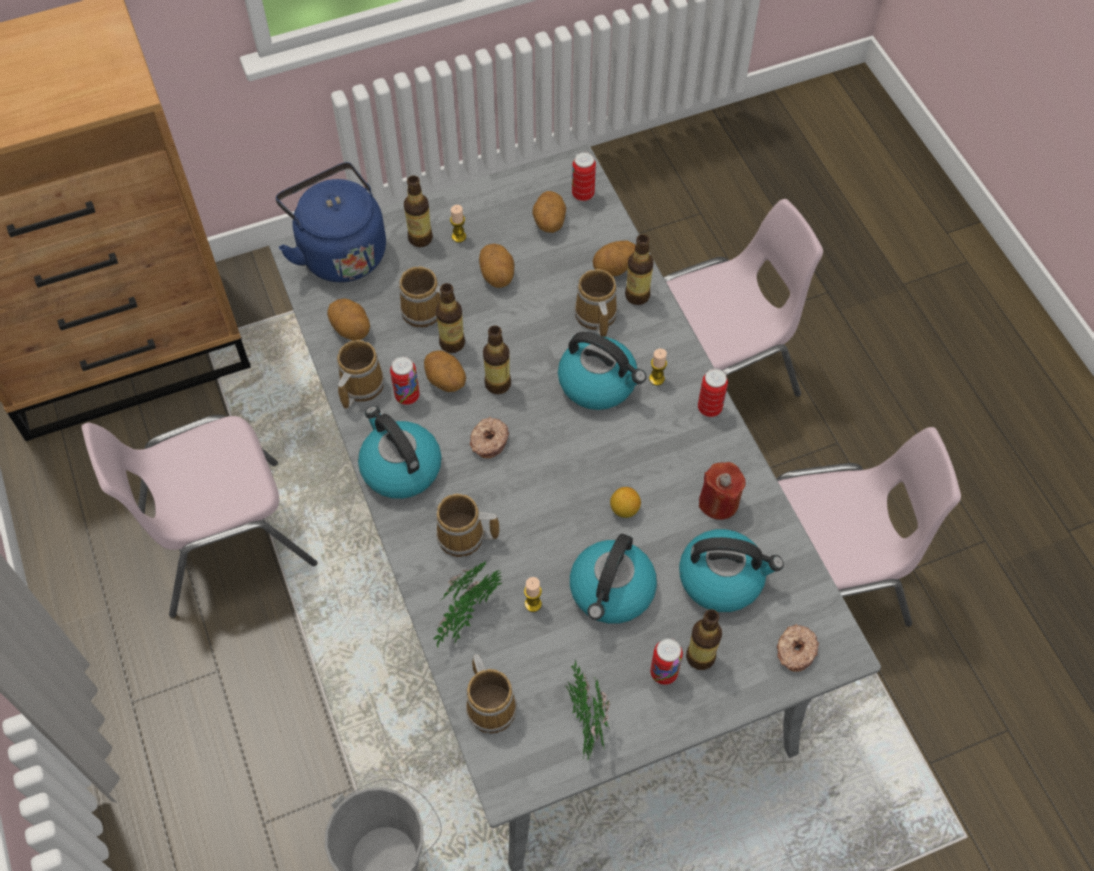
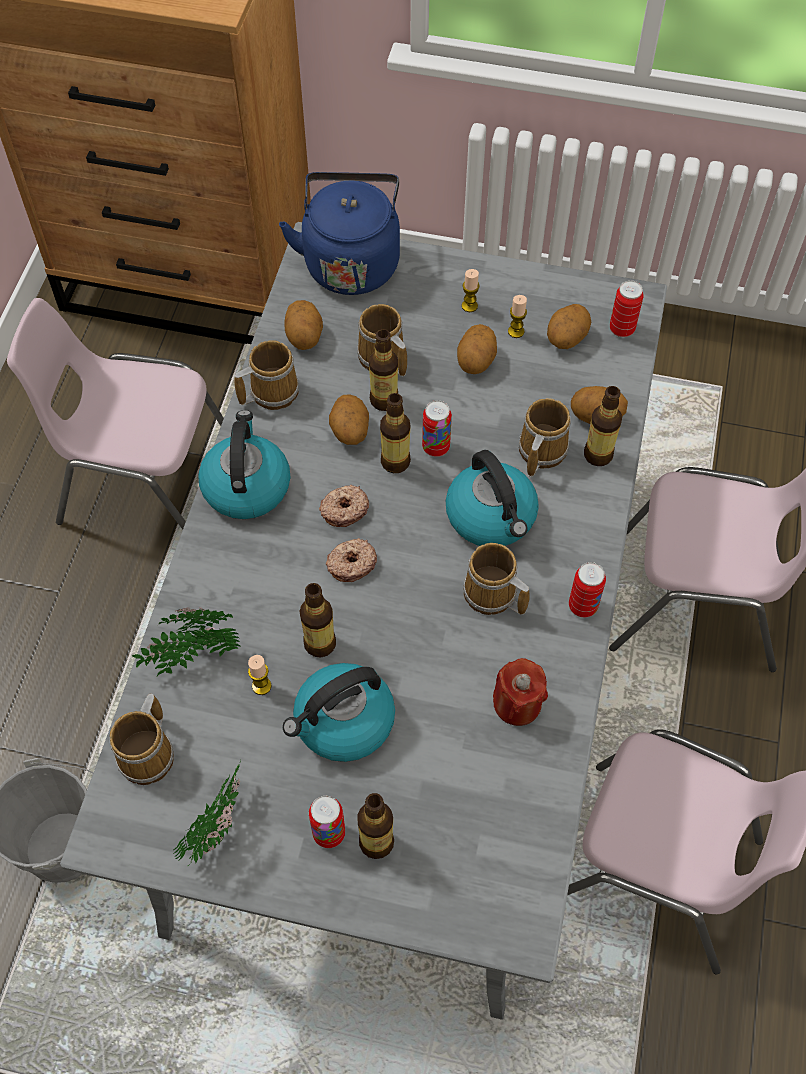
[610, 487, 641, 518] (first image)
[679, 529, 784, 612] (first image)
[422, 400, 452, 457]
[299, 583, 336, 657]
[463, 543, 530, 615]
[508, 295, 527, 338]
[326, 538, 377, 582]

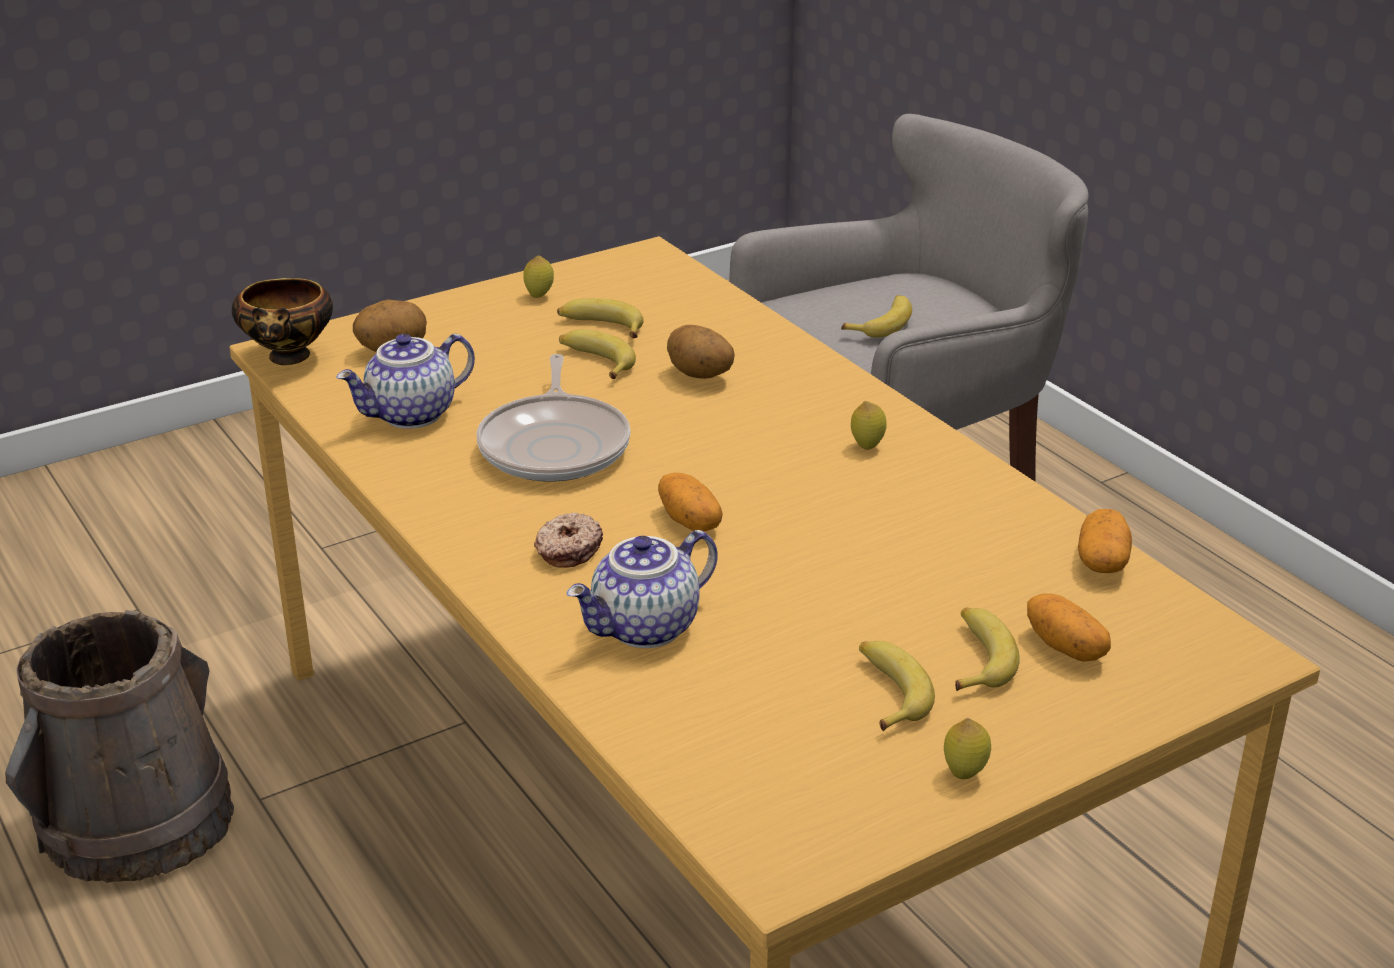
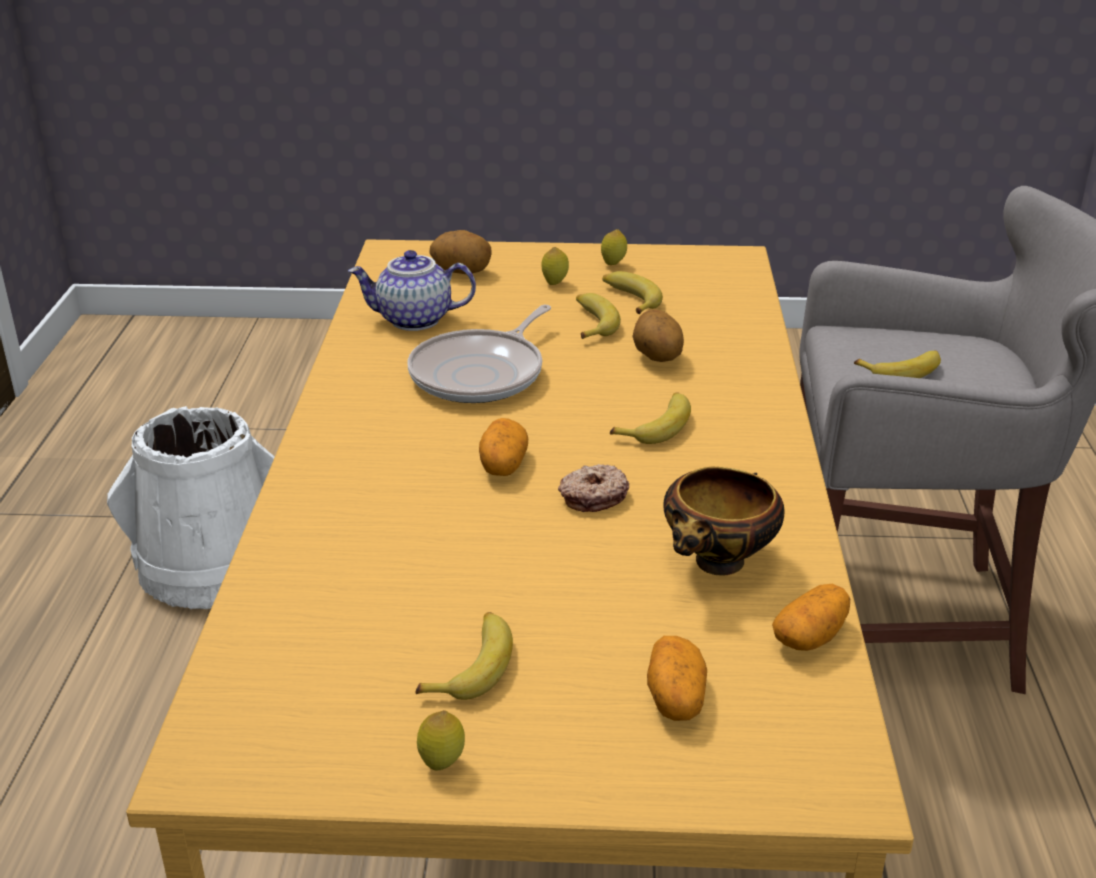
[567, 530, 718, 648] (first image)
[664, 467, 784, 576]
[558, 464, 629, 512]
[541, 247, 569, 285]
[610, 392, 691, 444]
[107, 406, 275, 609]

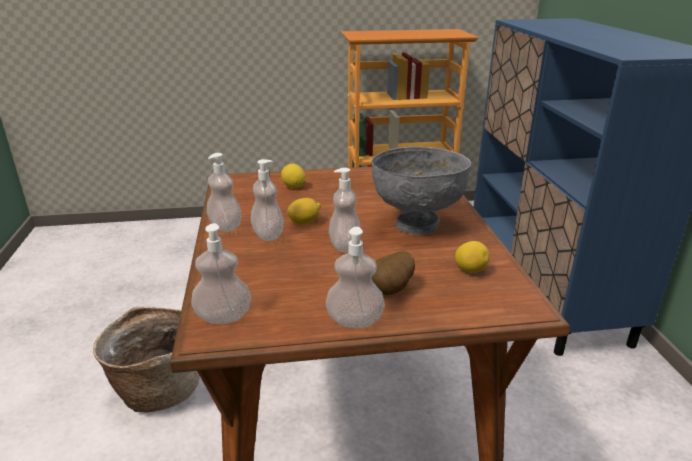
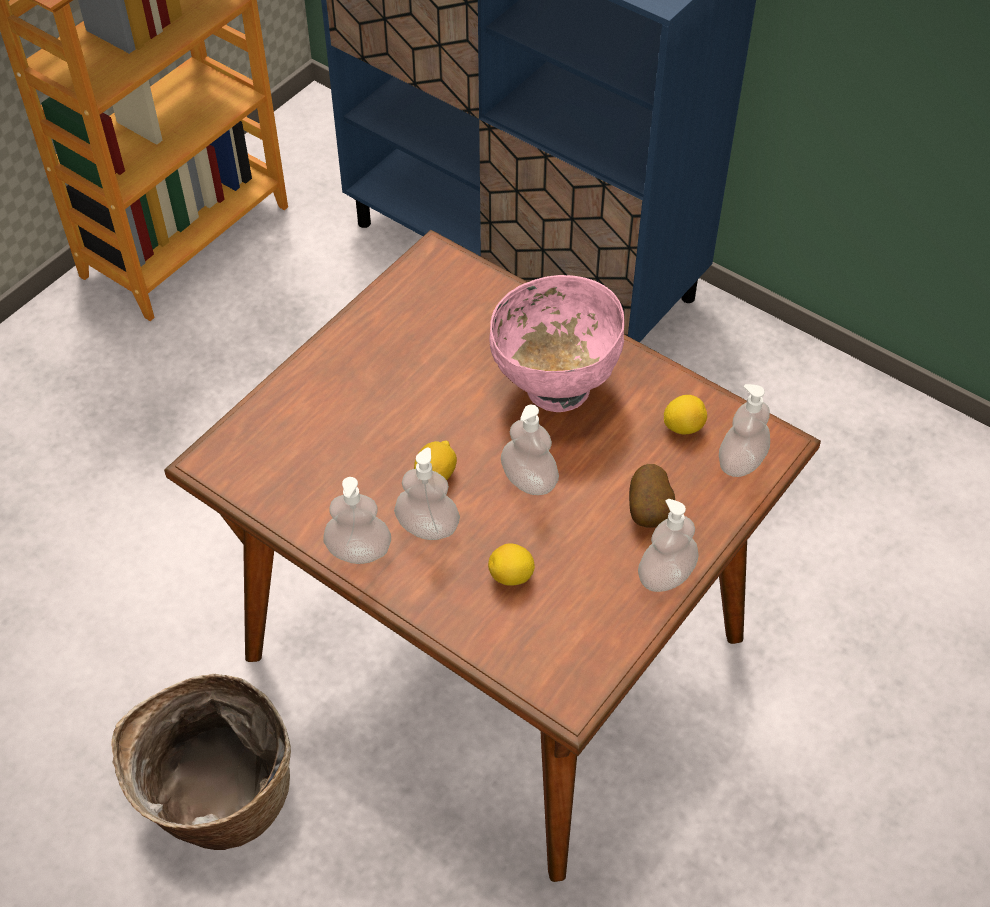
[719, 384, 770, 477]
[488, 543, 535, 586]
[489, 275, 625, 412]

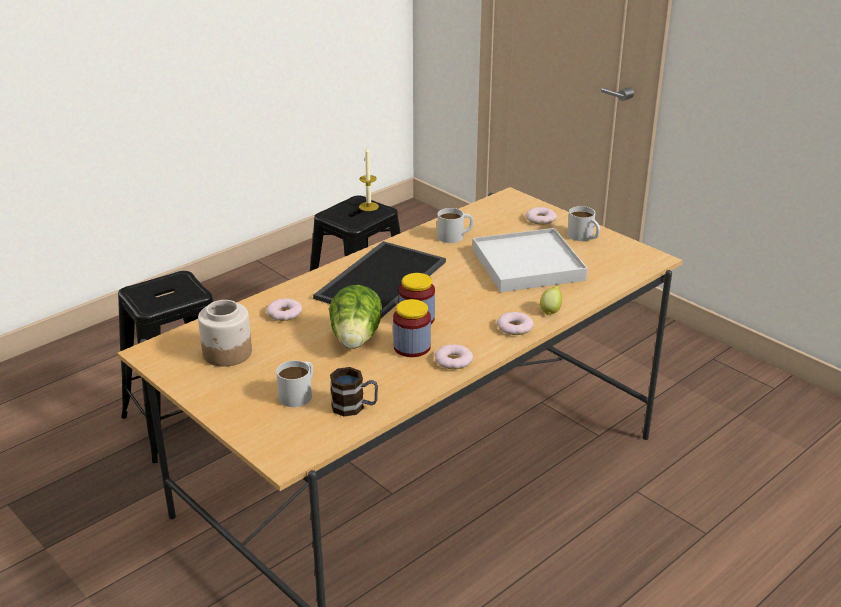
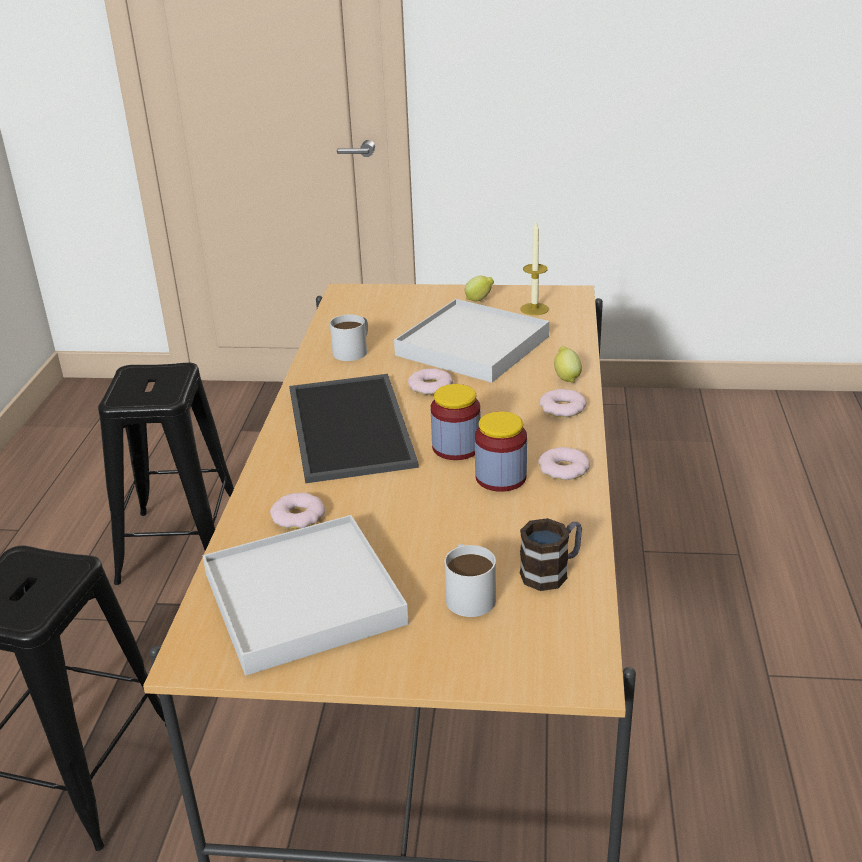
[329, 285, 382, 349] (first image)
[521, 222, 549, 315]
[408, 368, 453, 395]
[203, 515, 409, 676]
[465, 276, 494, 302]

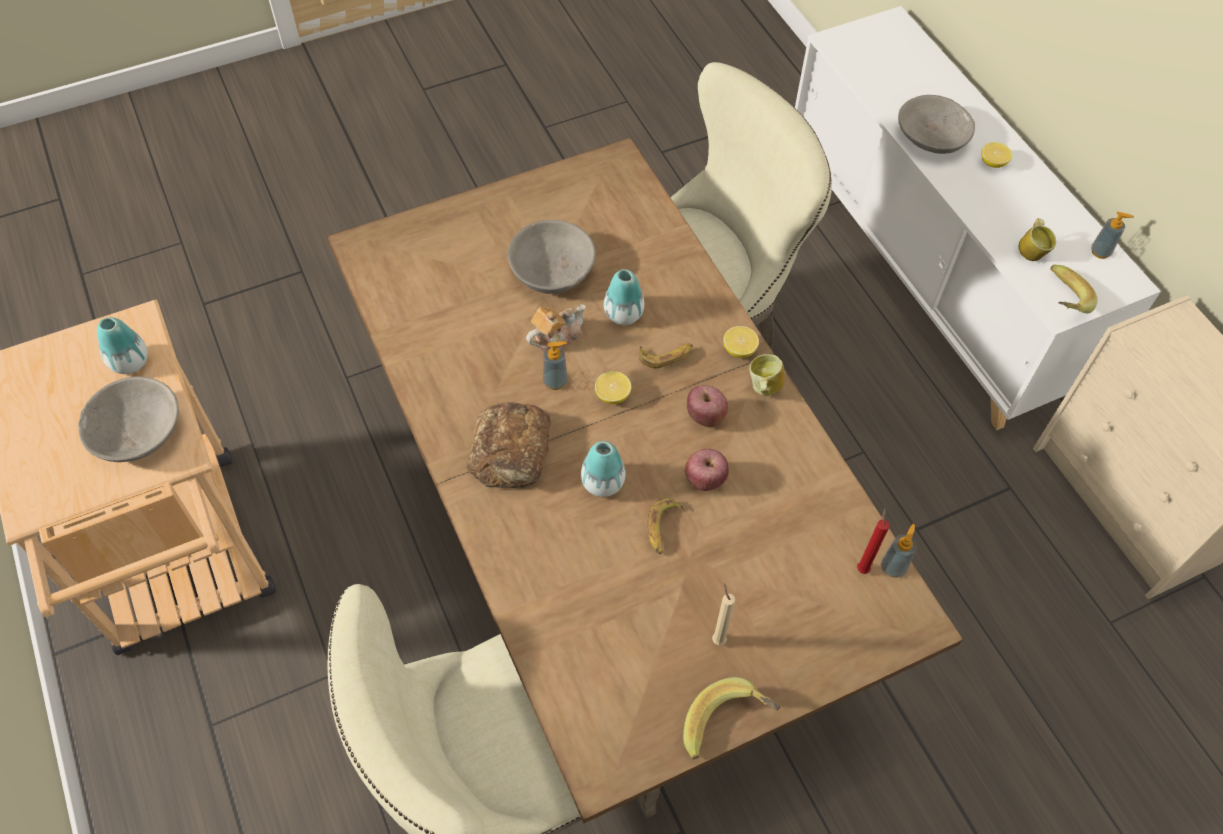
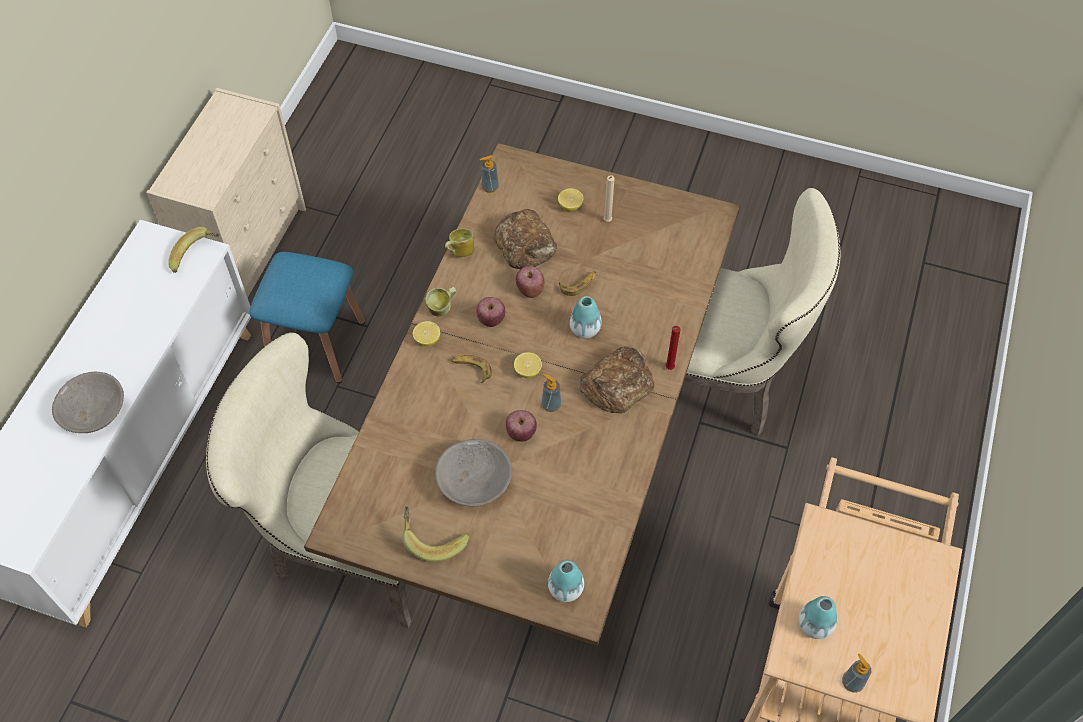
[78, 376, 179, 462] (first image)
[249, 252, 365, 383]
[494, 209, 557, 269]
[548, 560, 584, 602]
[402, 506, 469, 562]
[666, 326, 680, 370]
[558, 188, 584, 211]
[445, 228, 474, 257]
[842, 654, 871, 693]
[506, 410, 537, 442]

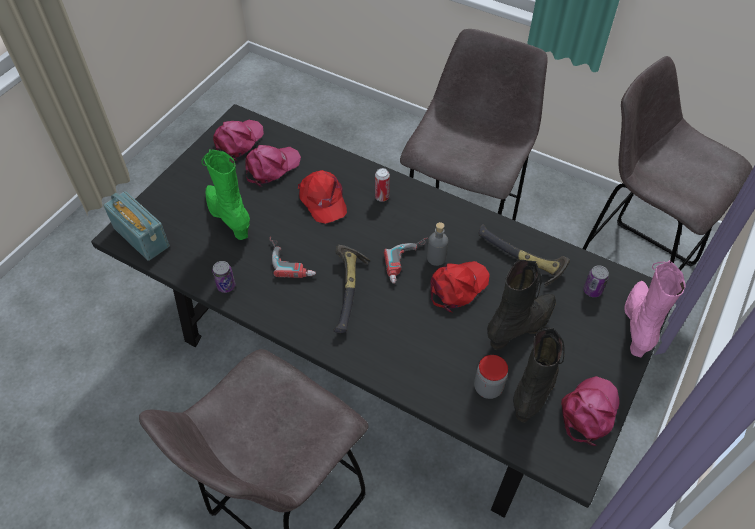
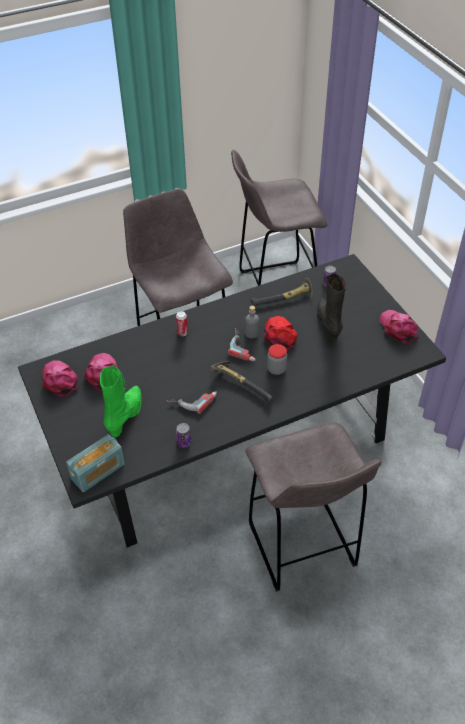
[298, 170, 347, 224] (first image)
[513, 327, 564, 423] (first image)
[625, 260, 686, 357] (first image)
[267, 344, 287, 375]
[66, 434, 125, 492]
[100, 365, 142, 437]

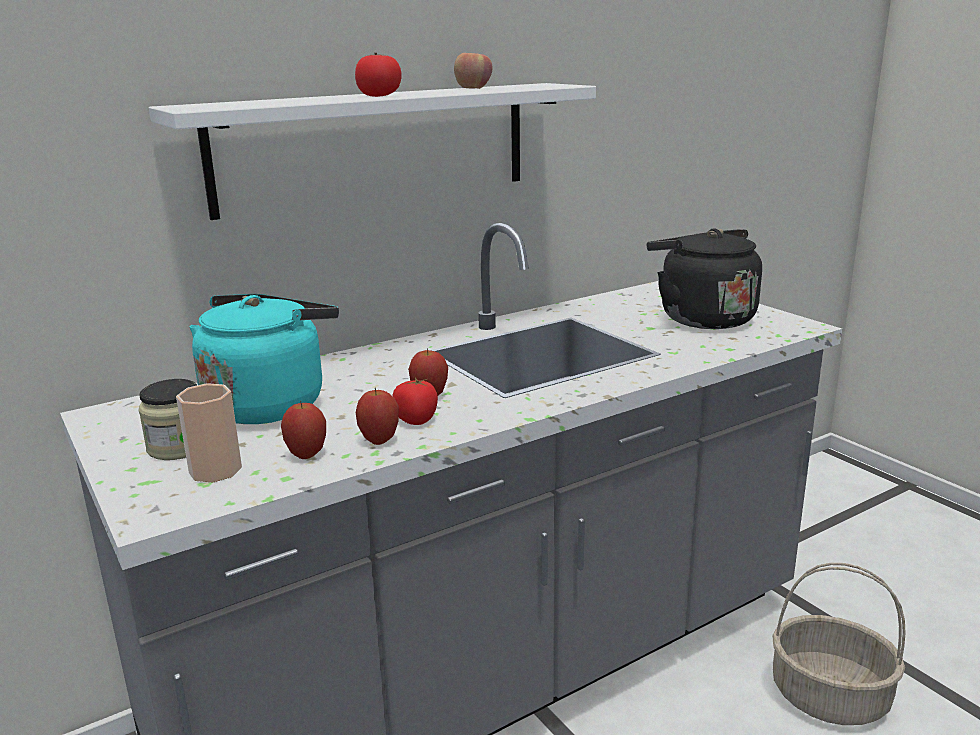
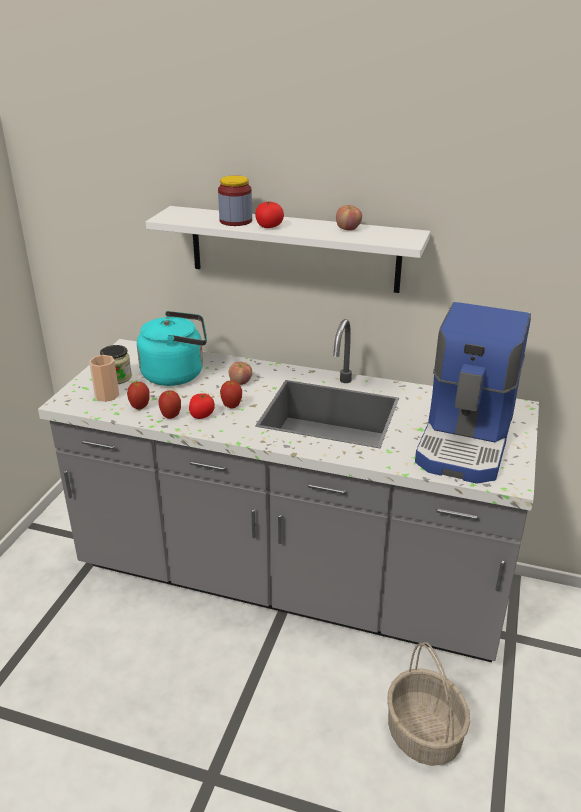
[218, 176, 252, 226]
[229, 362, 252, 385]
[415, 302, 531, 484]

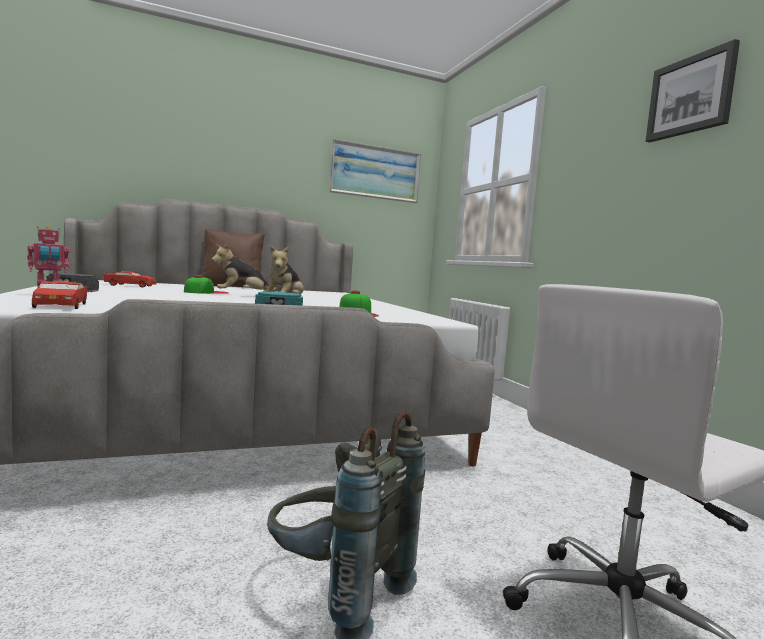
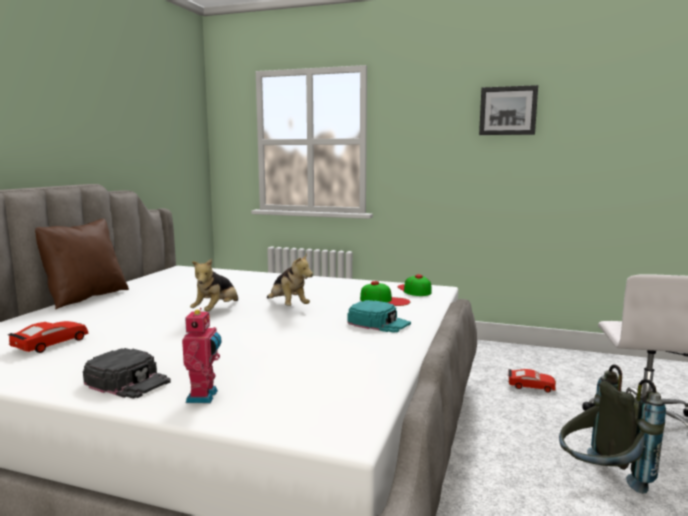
[329, 139, 421, 203] (first image)
[508, 369, 556, 393]
[397, 274, 432, 296]

